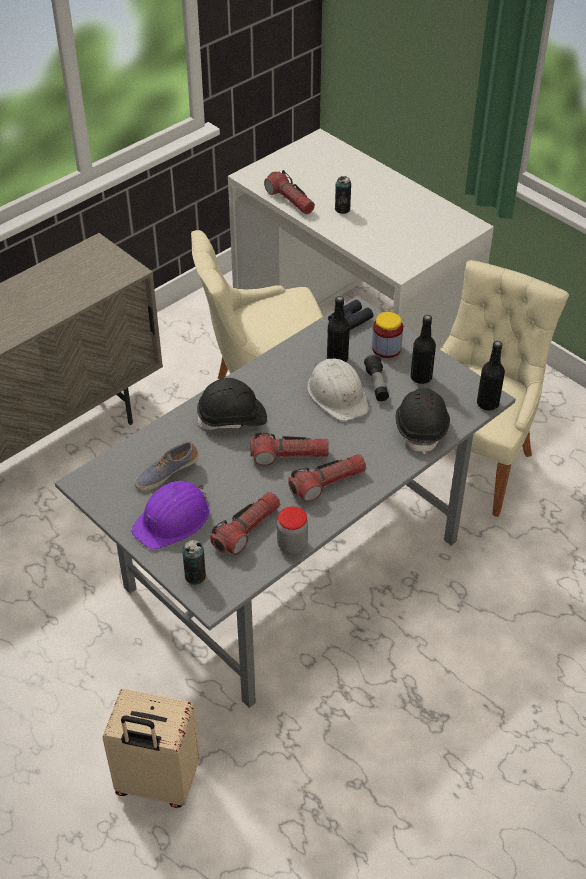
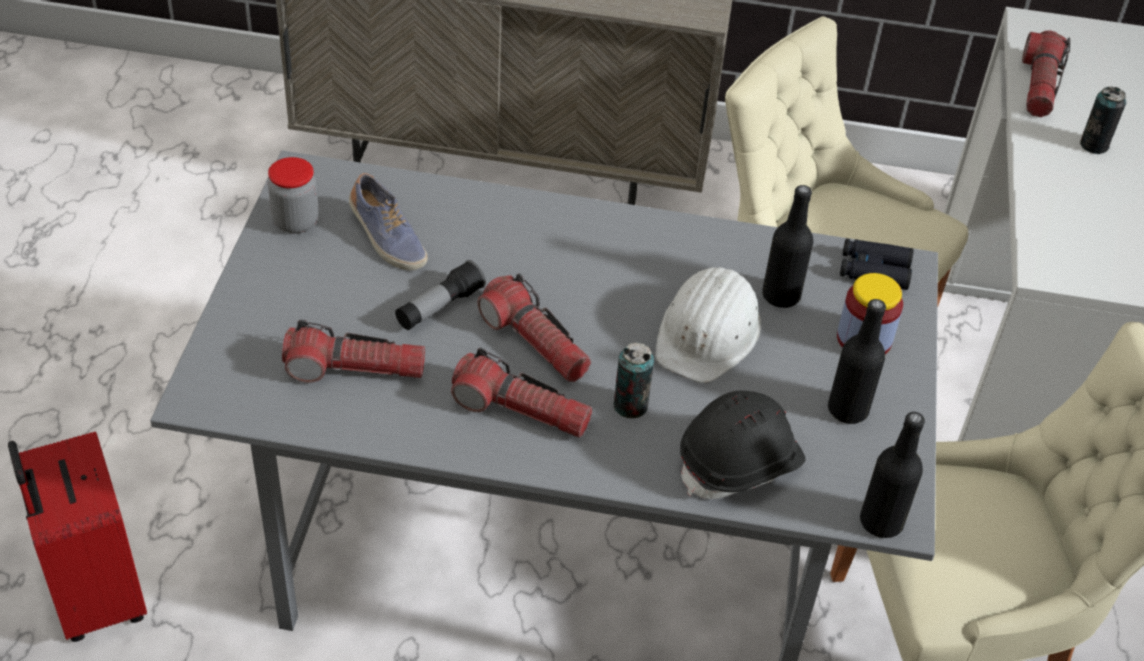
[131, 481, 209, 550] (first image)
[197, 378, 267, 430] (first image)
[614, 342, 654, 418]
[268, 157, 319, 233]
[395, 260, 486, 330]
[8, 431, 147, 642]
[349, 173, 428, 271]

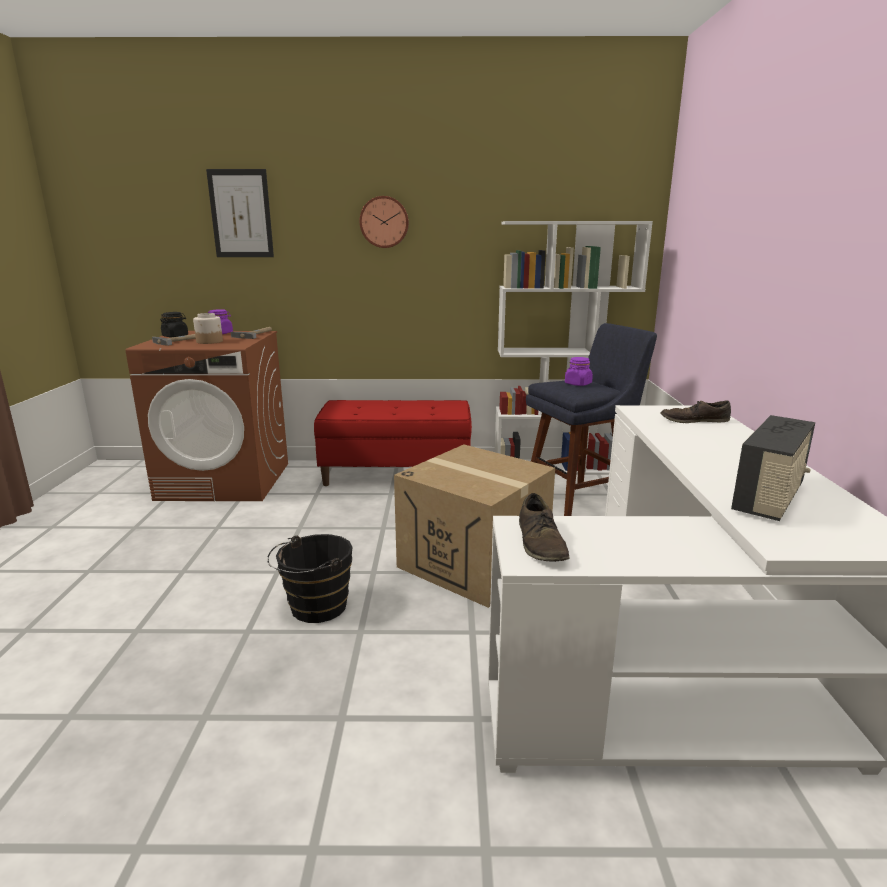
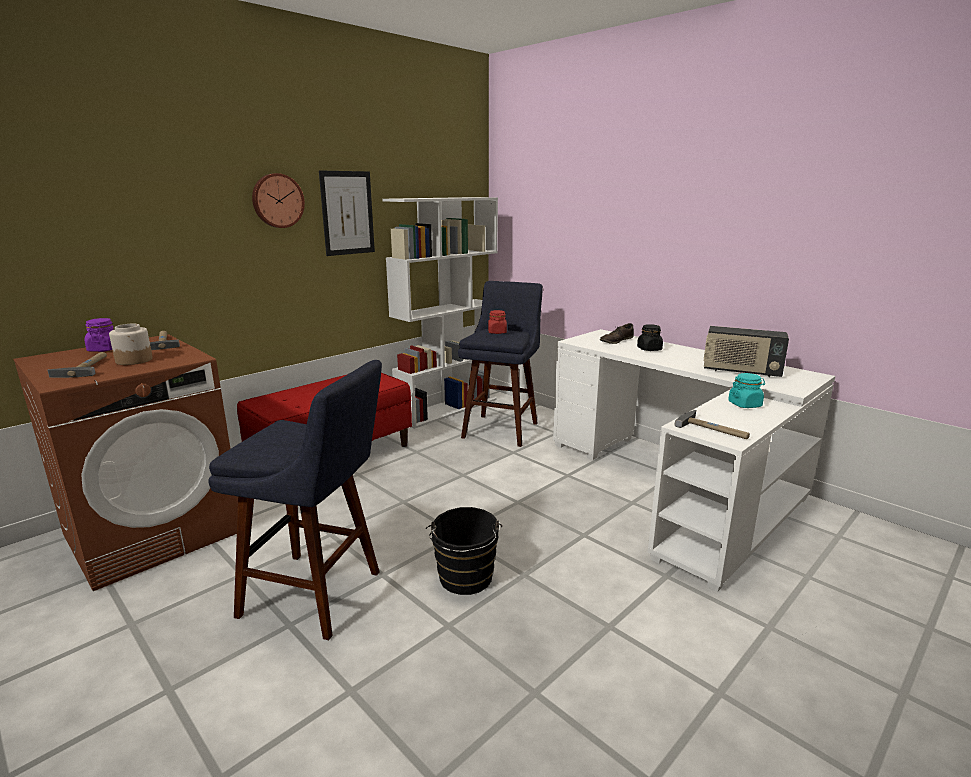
[394, 445, 555, 608] (first image)
[208, 360, 382, 640]
[728, 373, 765, 408]
[637, 324, 663, 351]
[319, 170, 375, 256]
[675, 410, 750, 439]
[488, 310, 507, 334]
[703, 326, 789, 377]

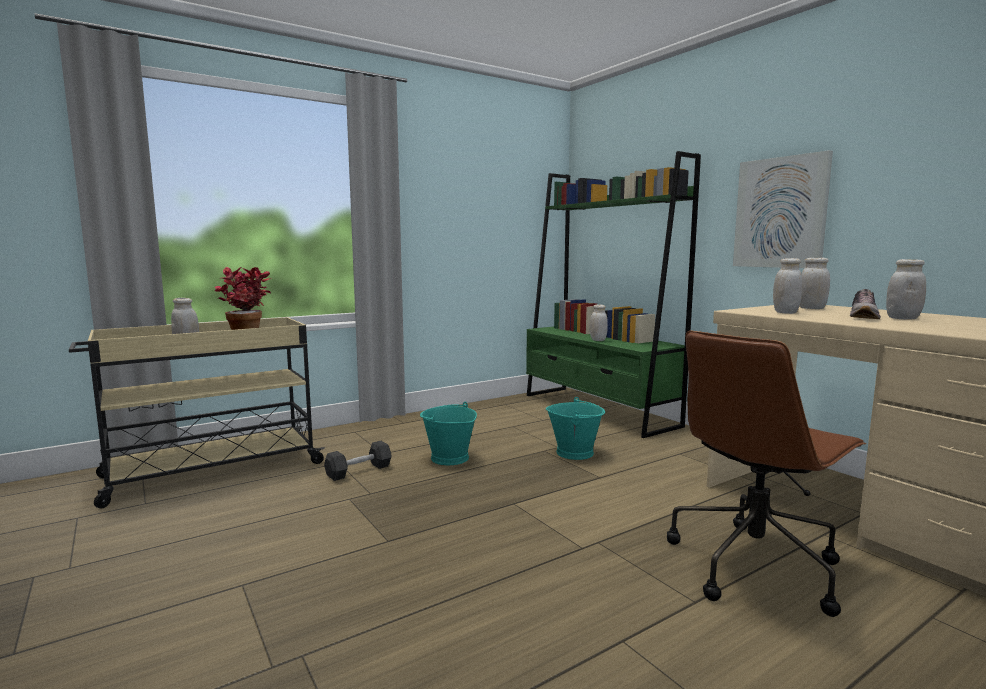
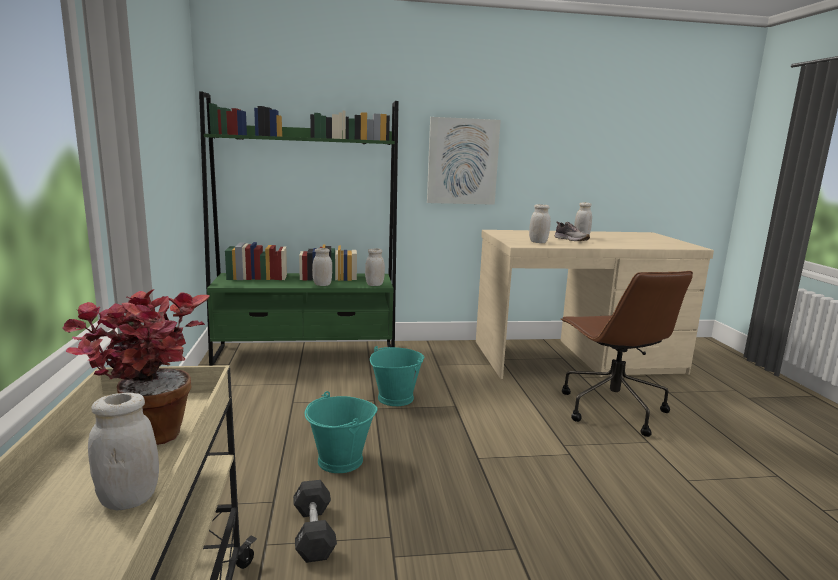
[365, 248, 385, 286]

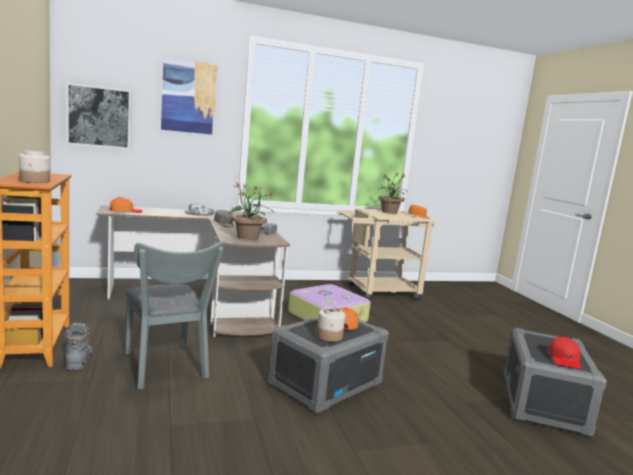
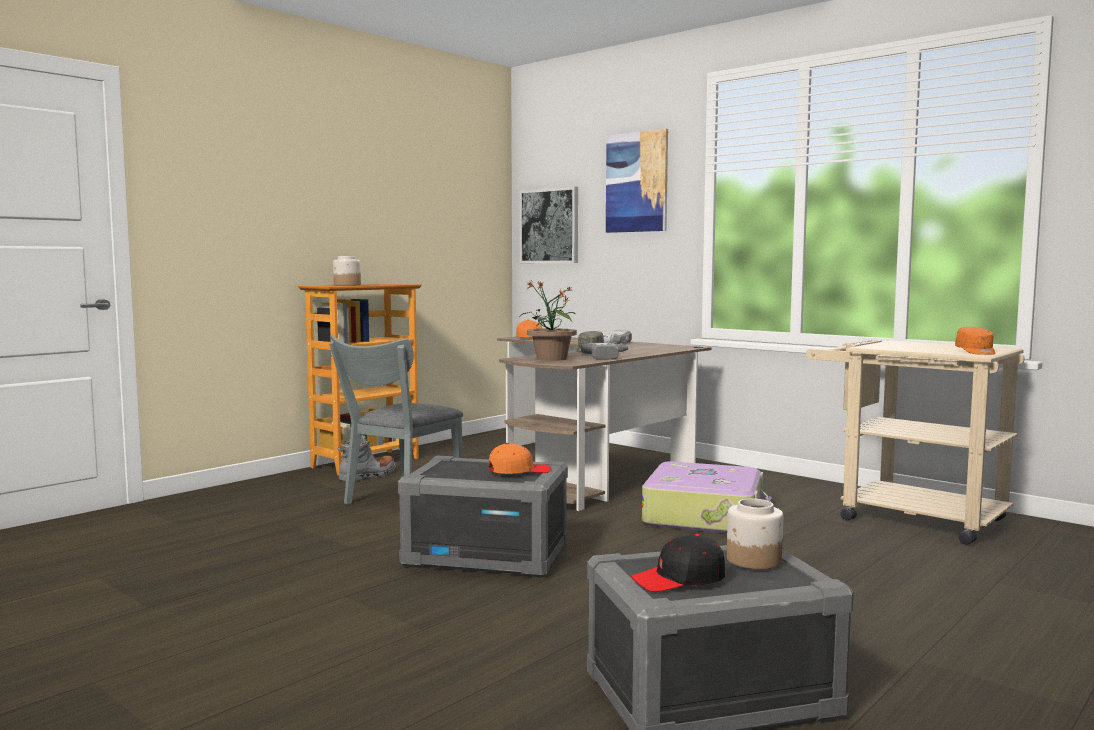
[378, 172, 408, 214] (first image)
[727, 499, 783, 569]
[631, 534, 725, 592]

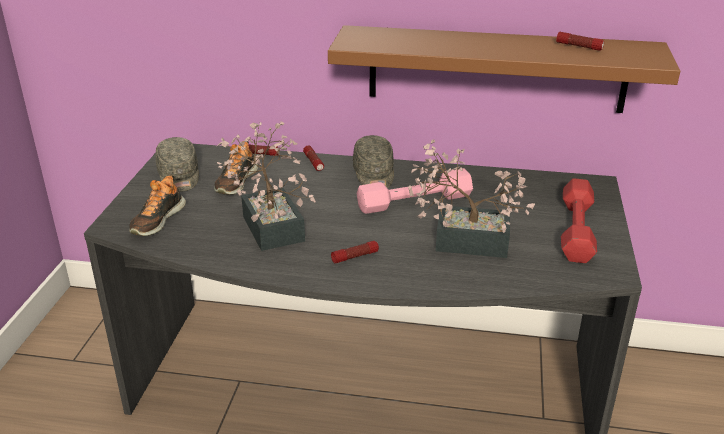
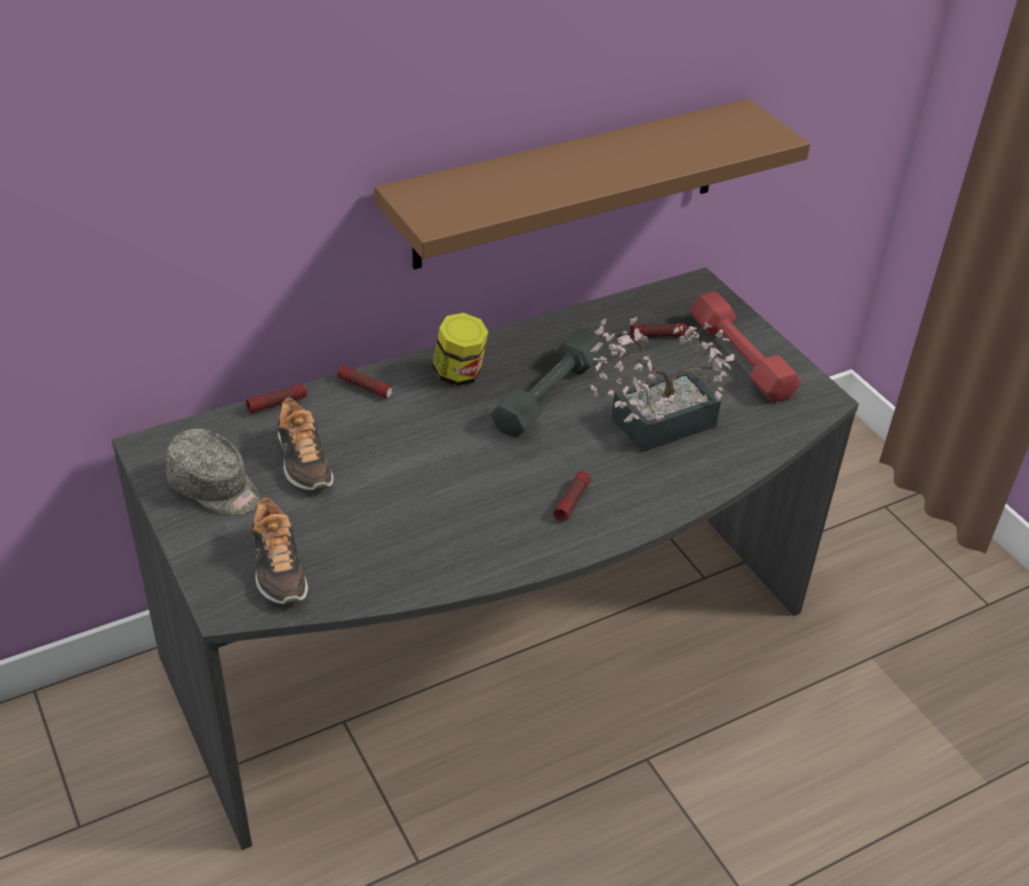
[217, 122, 316, 251] (first image)
[631, 323, 687, 338]
[432, 313, 488, 386]
[490, 328, 605, 437]

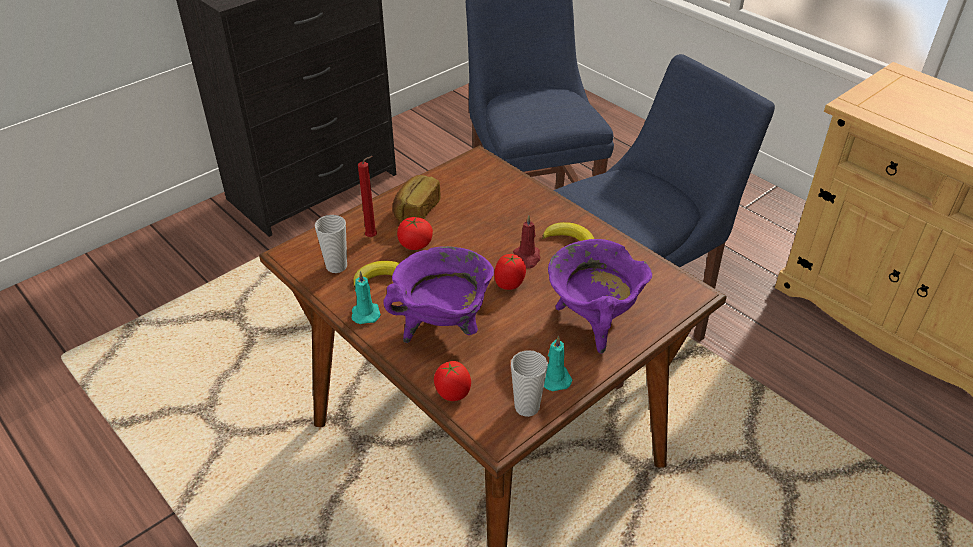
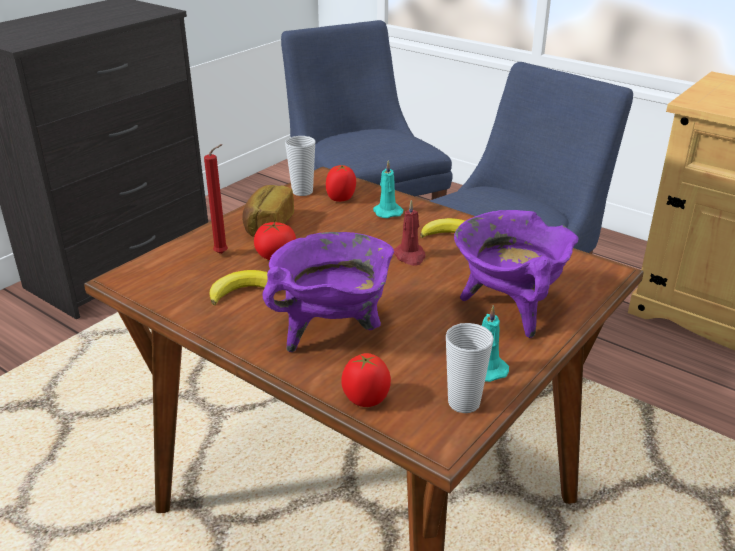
[285, 136, 315, 196]
[373, 160, 403, 218]
[326, 165, 356, 202]

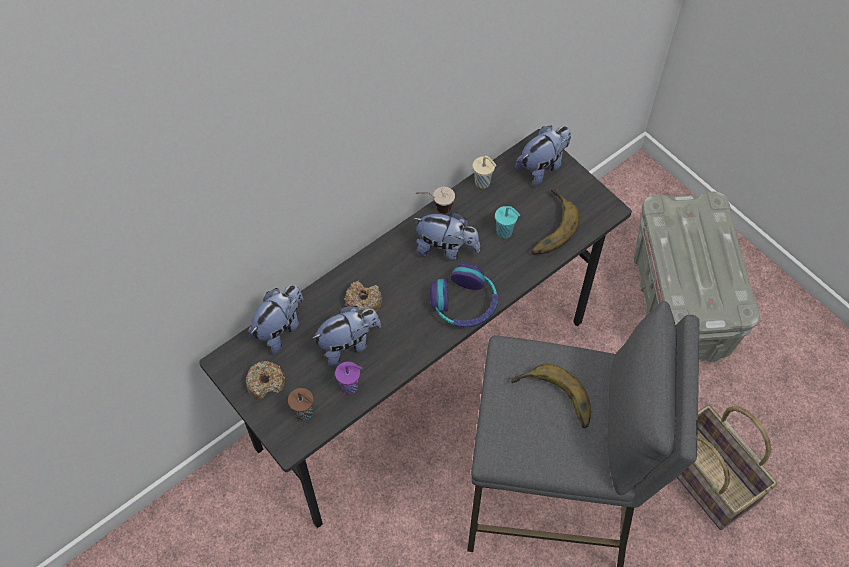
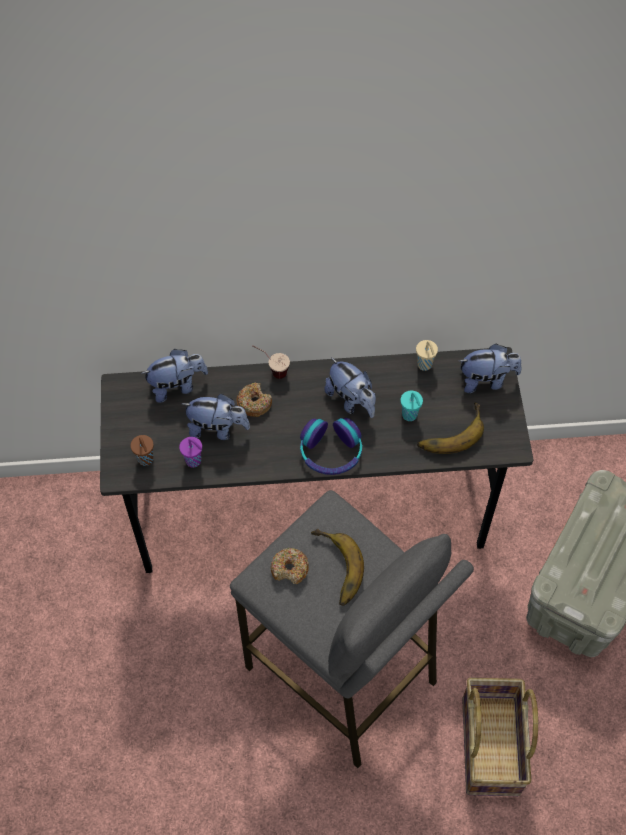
[271, 548, 309, 584]
[252, 345, 290, 379]

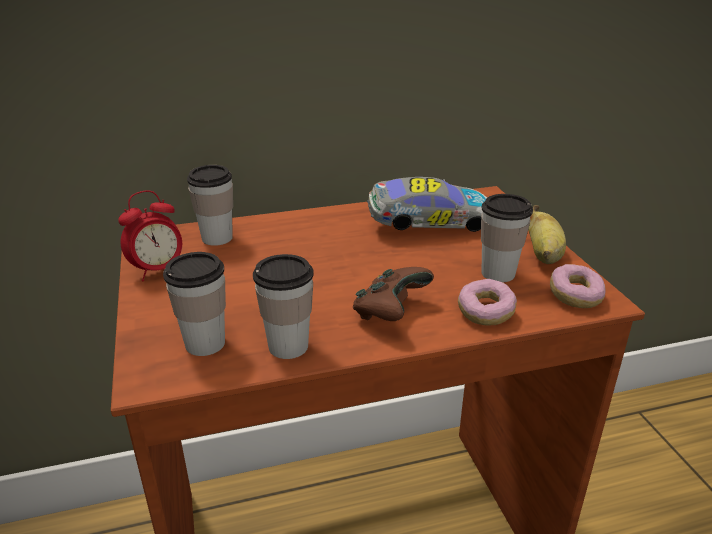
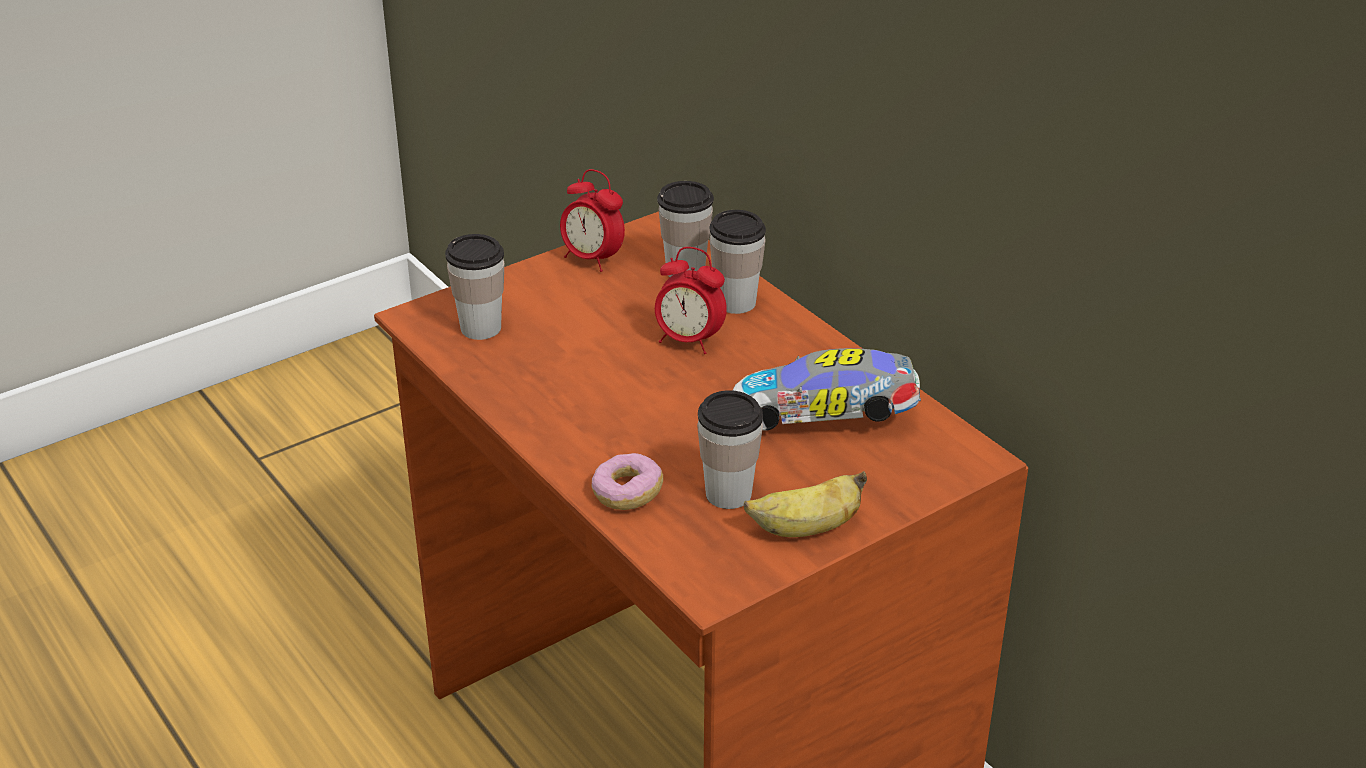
[353, 267, 434, 321] (first image)
[550, 264, 606, 308] (first image)
[655, 247, 727, 354]
[710, 210, 766, 314]
[733, 348, 921, 431]

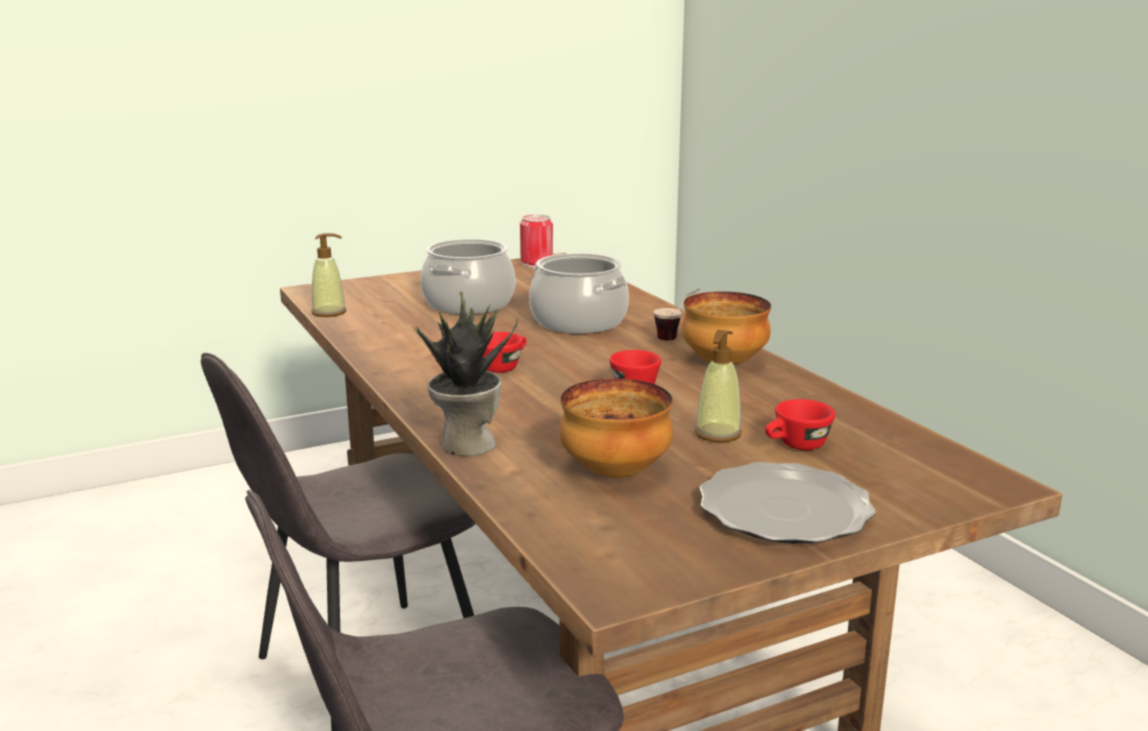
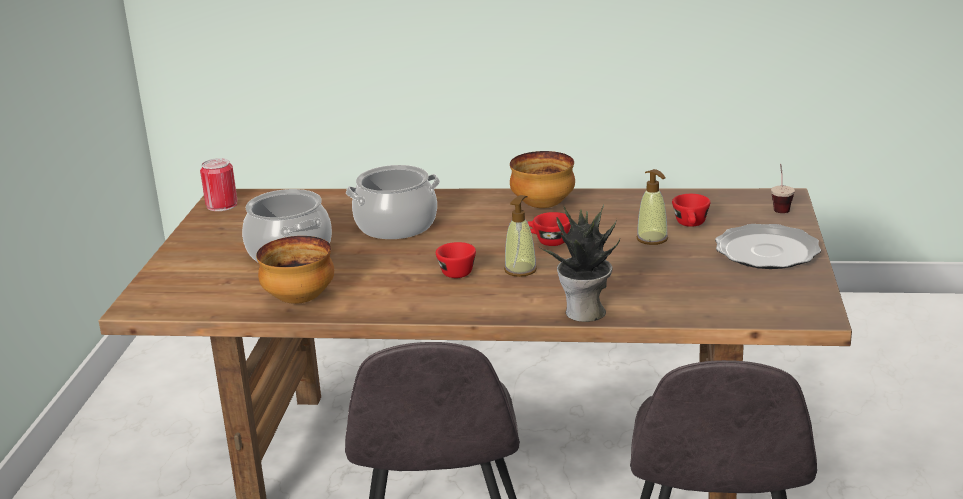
[504, 195, 537, 277]
[256, 236, 334, 304]
[771, 164, 795, 213]

